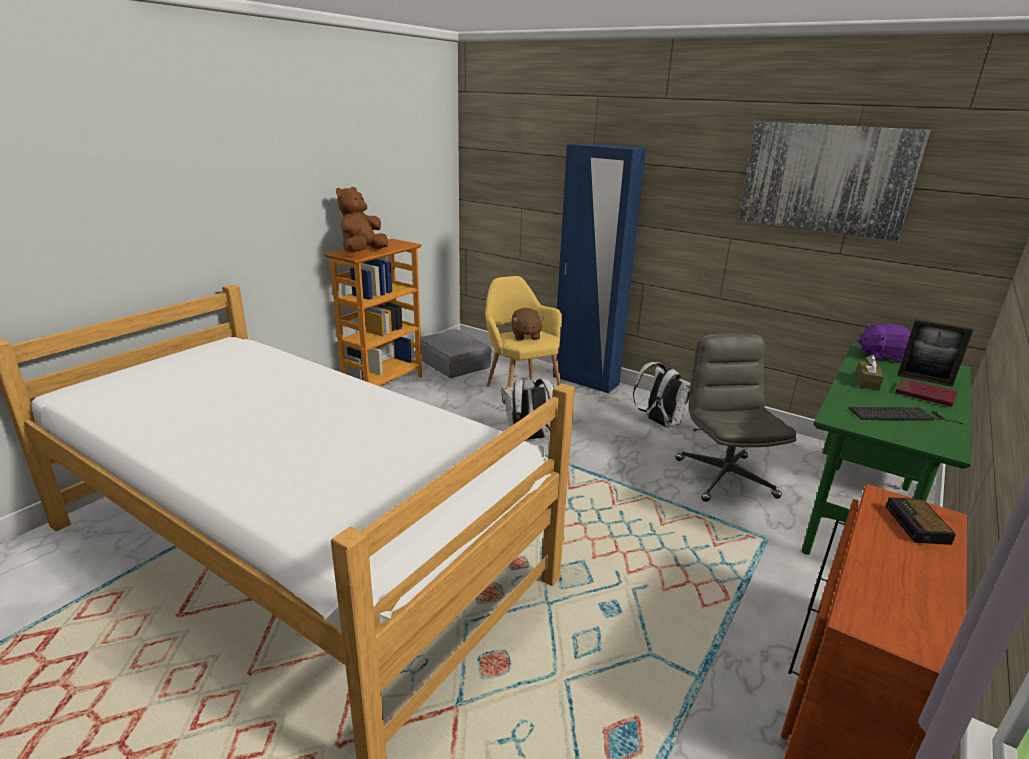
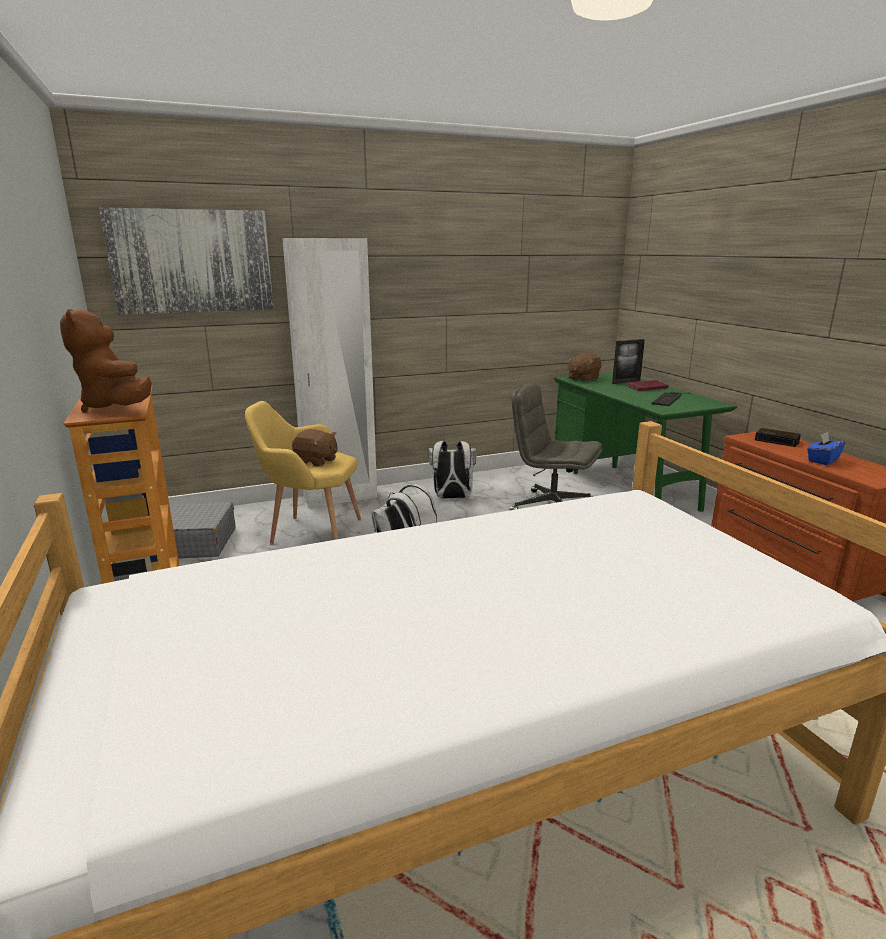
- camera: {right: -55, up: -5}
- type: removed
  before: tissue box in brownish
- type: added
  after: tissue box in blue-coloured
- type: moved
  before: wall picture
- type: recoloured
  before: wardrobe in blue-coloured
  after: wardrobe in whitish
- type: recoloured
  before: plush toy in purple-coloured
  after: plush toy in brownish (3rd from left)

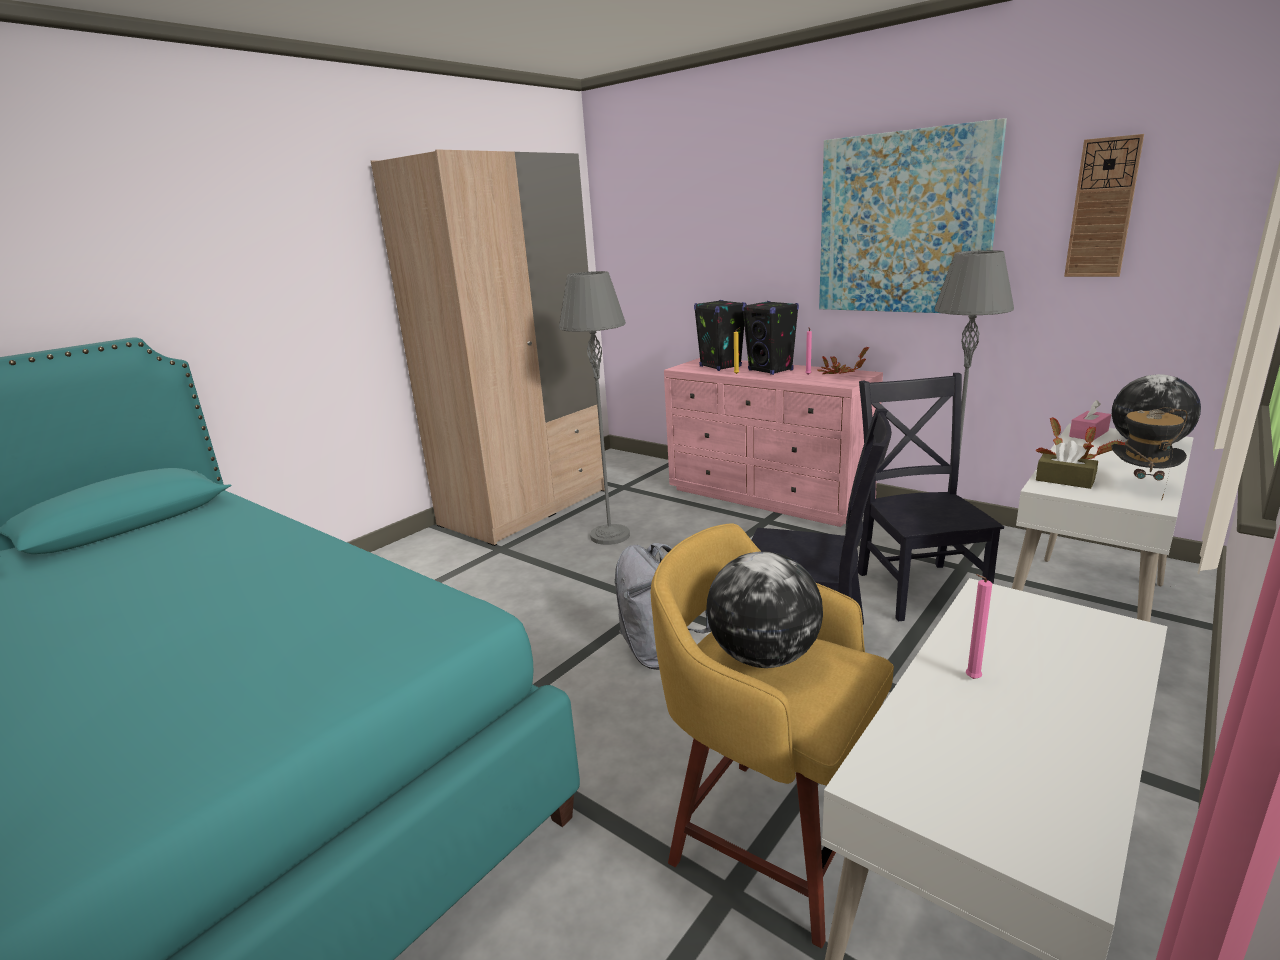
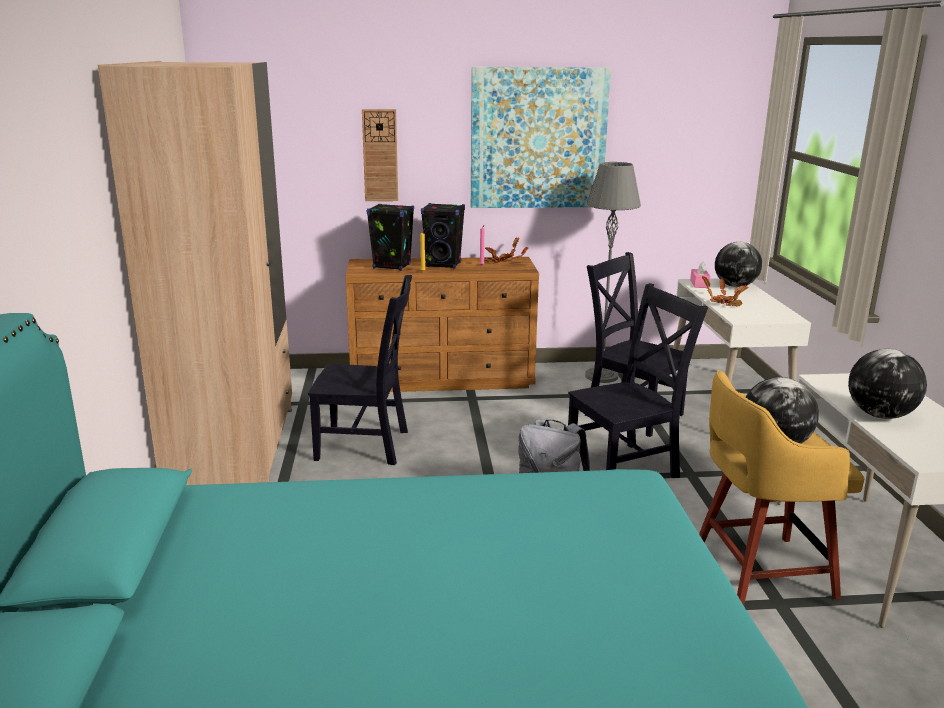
- camera: {right: -45, up: 0}
- type: removed
  before: tissue box in brownish
- type: removed
  before: wearable hat
- type: moved
  before: clock on the wall
- type: replaced
  before: floor lamp in grey (1st from left)
  after: chair in black-coloured (1st from left)
- type: replaced
  before: wax candle in pinkish (2nd from left)
  after: world globe (3rd from left)
- type: recoloured
  before: chest of drawers in pinkish
  after: chest of drawers in brownish

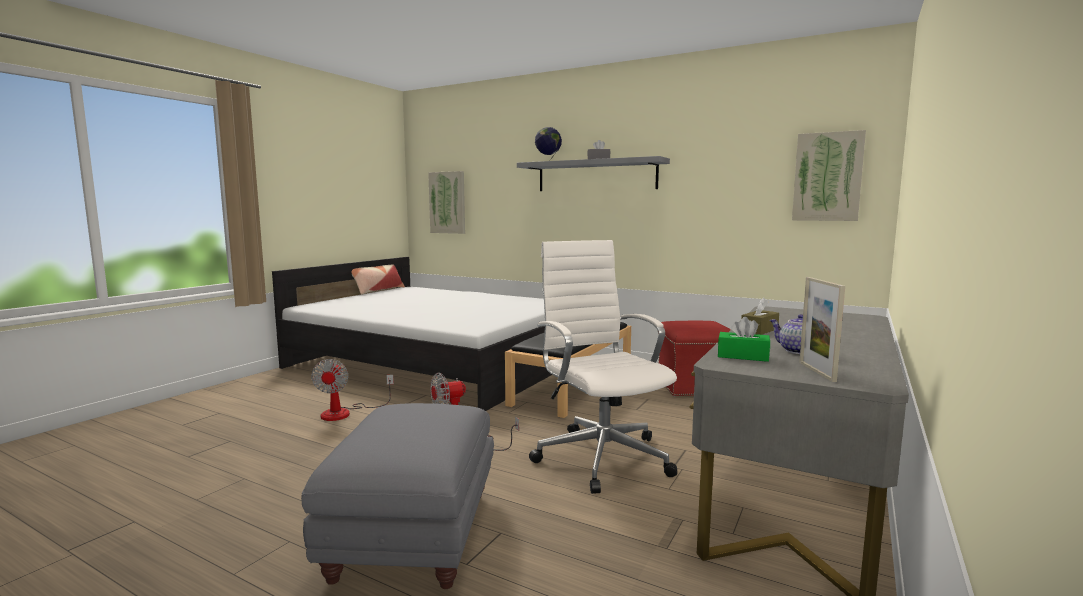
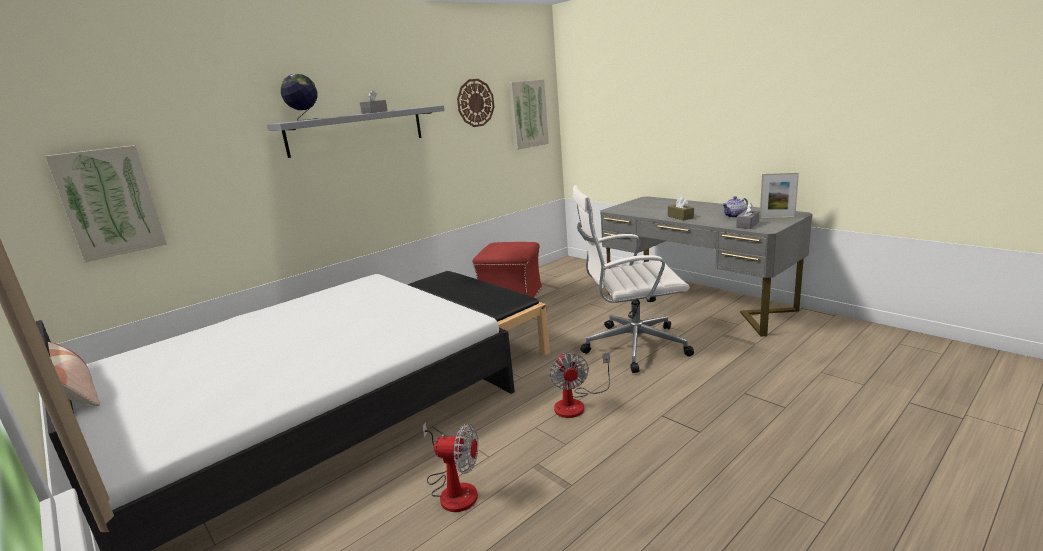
- camera: {right: -70, up: 10}
- type: removed
  before: ottoman in grey
- type: added
  after: clock on the wall
- type: recoloured
  before: tissue box in greenish
  after: tissue box in grey (2nd from left)

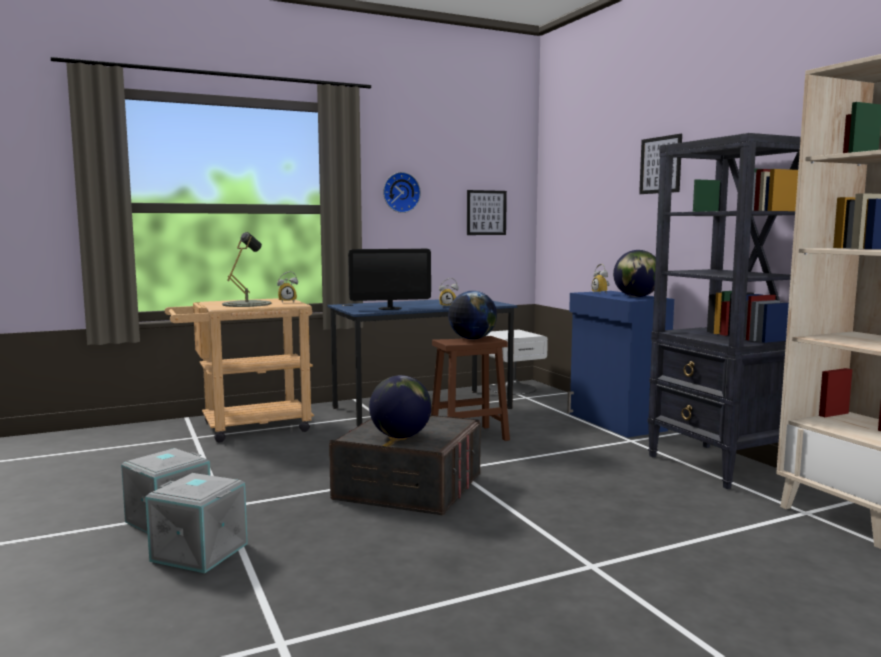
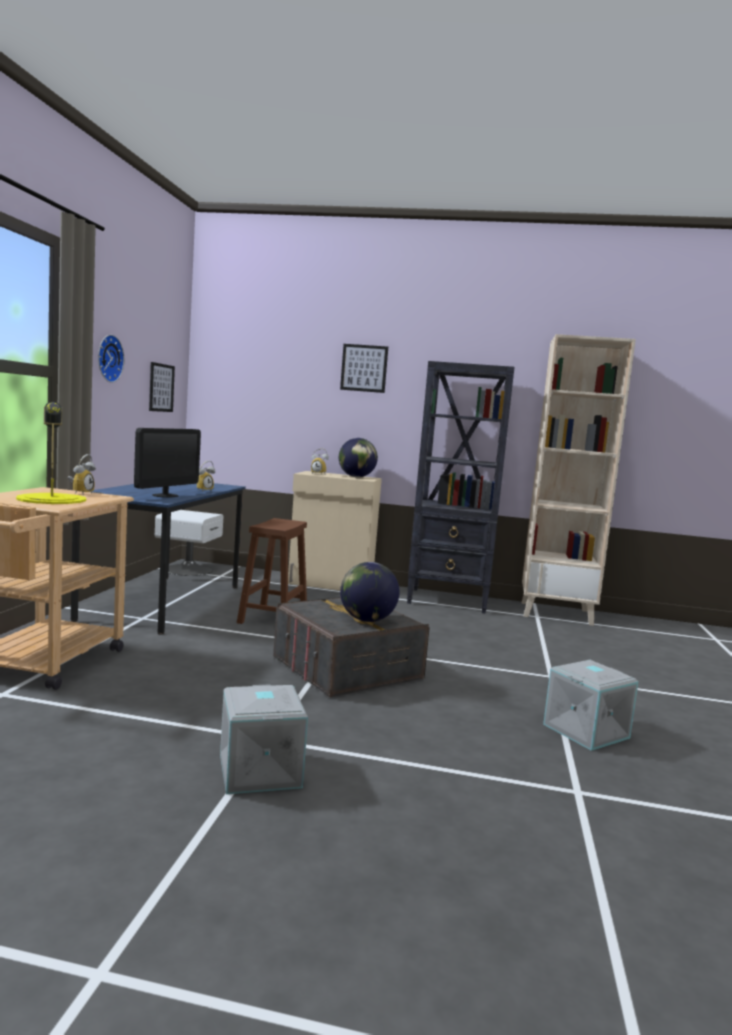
- camera: {right: -55, up: 0}
- type: removed
  before: world globe (2nd from left)
- type: moved
  before: storage container in grey (2nd from left in the first image)
  after: storage container in grey (3rd from left)
- type: recoloured
  before: table lamp in grey
  after: table lamp in yellow-coloured
- type: recoloured
  before: cupboard in blue-coloured
  after: cupboard in beige

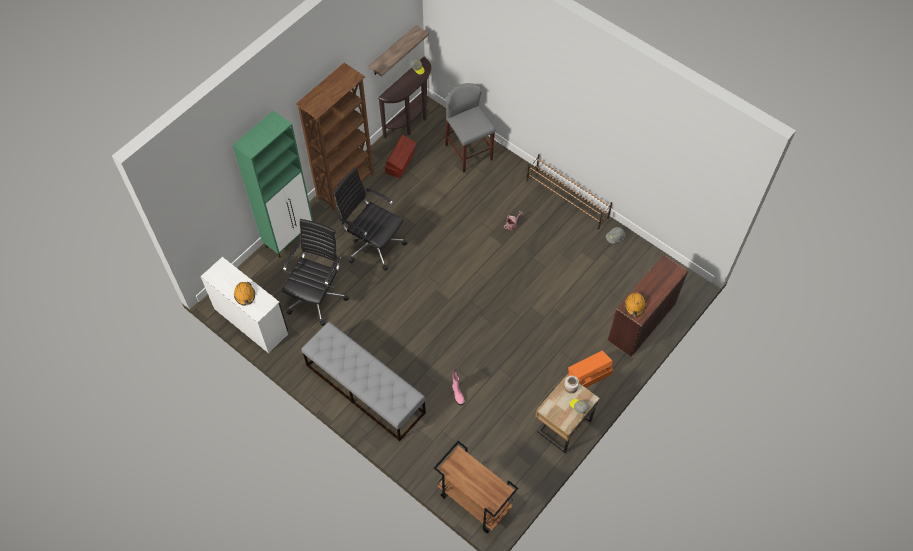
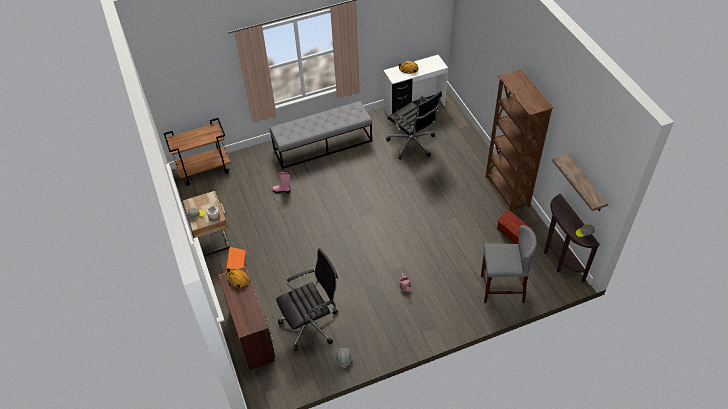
- camera: {right: 120, up: -10}
- type: removed
  before: cupboard in greenish
- type: removed
  before: shoe rack in brownish
- type: moved
  before: desk chair in black-coloured (2nd from left in the first image)
  after: desk chair in black-coloured (1st from left)

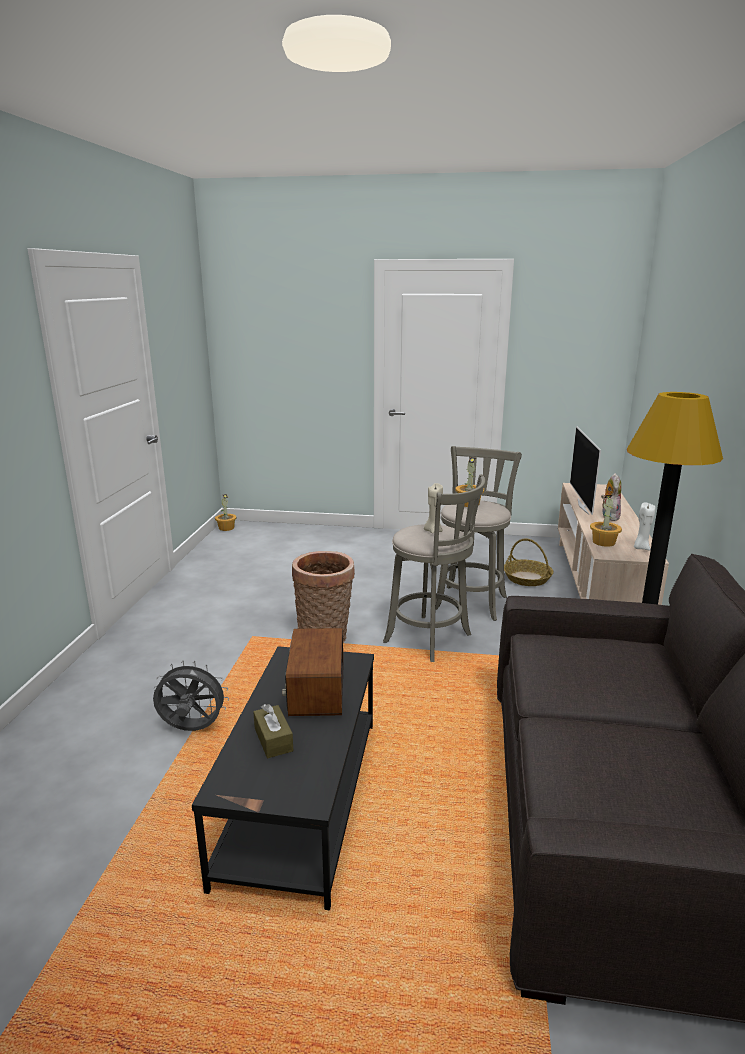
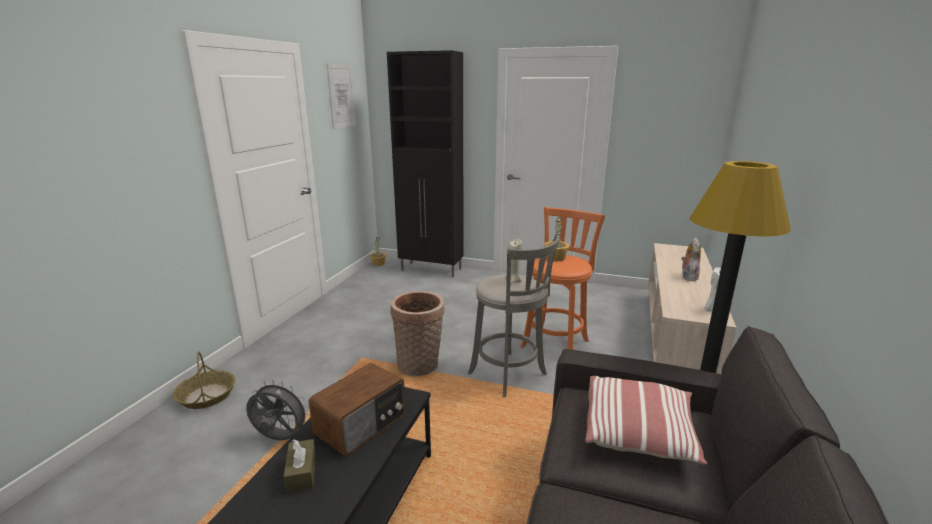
- camera: {right: 10, up: 0}
- type: removed
  before: TV
- type: removed
  before: houseplant (3rd from left)
- type: added
  after: wall picture
- type: added
  after: cupboard in black-coloured
- type: added
  after: throw pillow
- type: moved
  before: household basket (2nd from left in the first image)
  after: household basket (1st from left)
- type: recoloured
  before: sitting stool in grey (2nd from left)
  after: sitting stool in orange-coloured
- type: turned
  before: radio receiver
  turn: -150

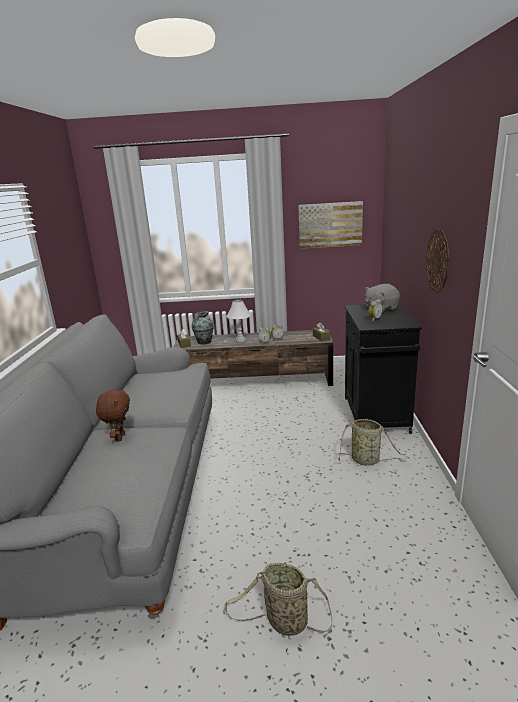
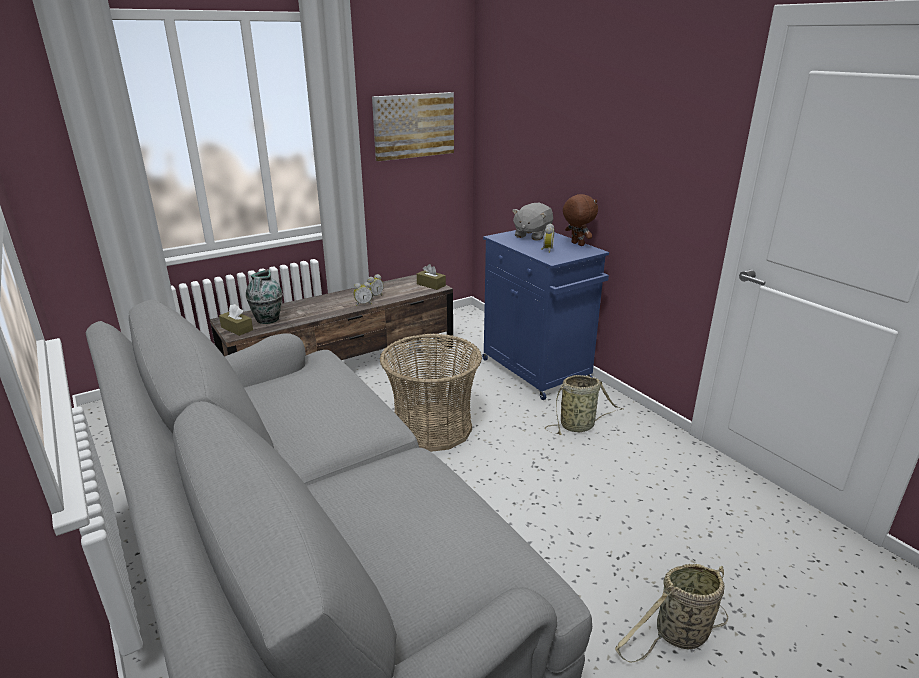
- camera: {right: -35, up: 5}
- type: removed
  before: table lamp in whitish
- type: removed
  before: clock on the wall
- type: added
  after: household basket (1st from left)
- type: moved
  before: plush toy in brownish
- type: recoloured
  before: cupboard in black-coloured
  after: cupboard in blue-coloured

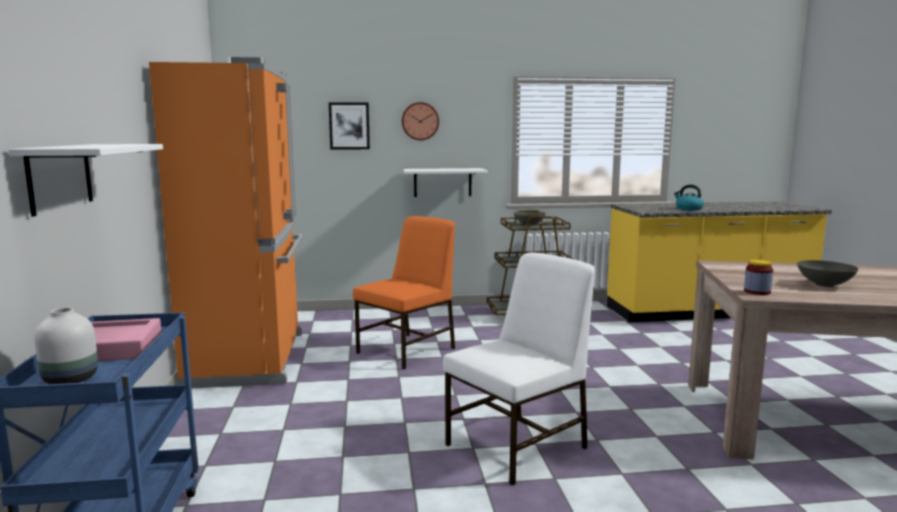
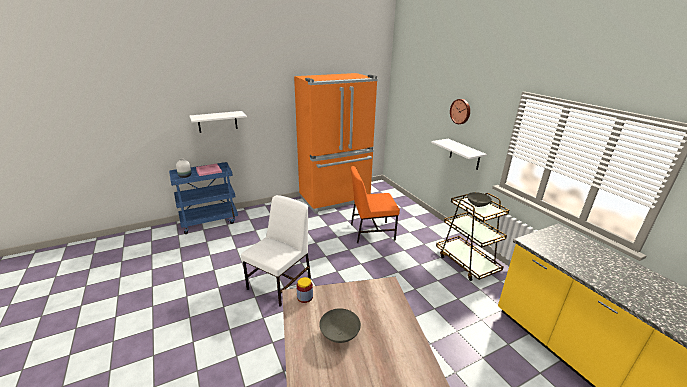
- camera: {right: 70, up: 15}
- type: removed
  before: wall picture
- type: removed
  before: kettle
- type: turned
  before: chair in orange-coloured
  turn: 150
- type: turned
  before: chair in whitish
  turn: -90

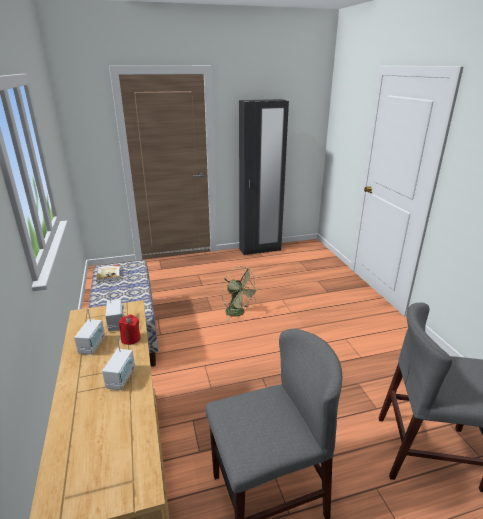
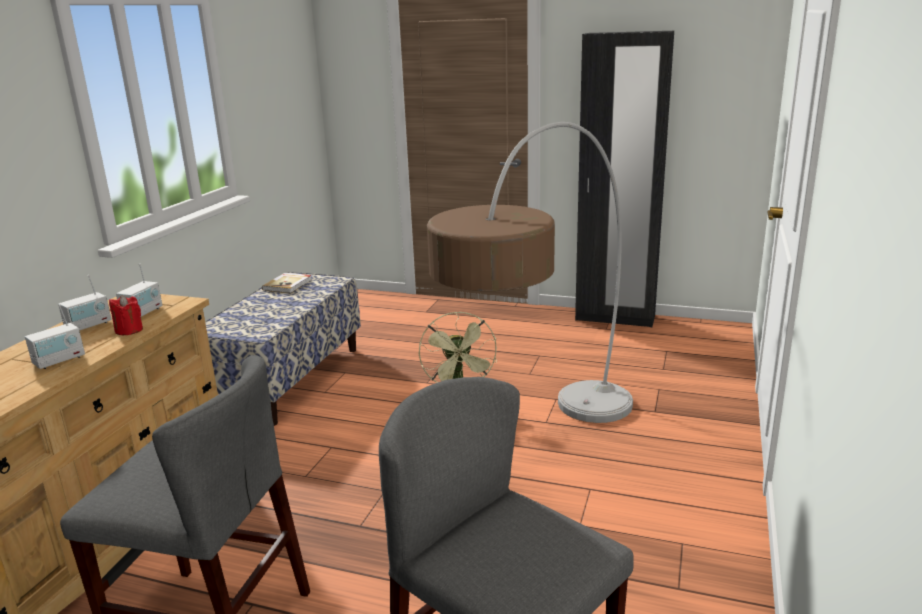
- camera: {right: 35, up: -5}
- type: added
  after: floor lamp

